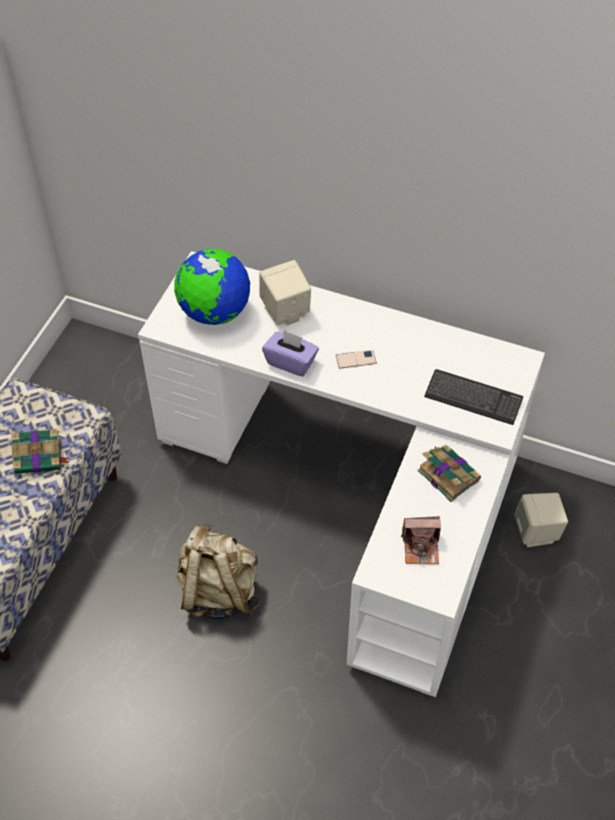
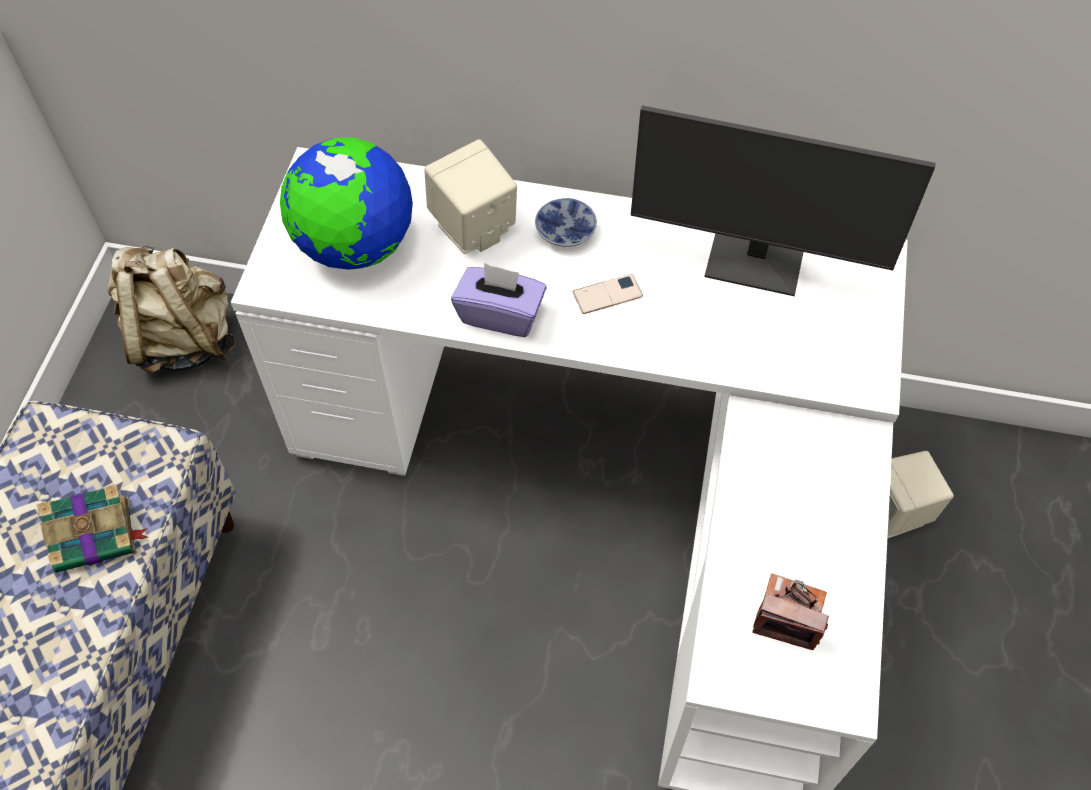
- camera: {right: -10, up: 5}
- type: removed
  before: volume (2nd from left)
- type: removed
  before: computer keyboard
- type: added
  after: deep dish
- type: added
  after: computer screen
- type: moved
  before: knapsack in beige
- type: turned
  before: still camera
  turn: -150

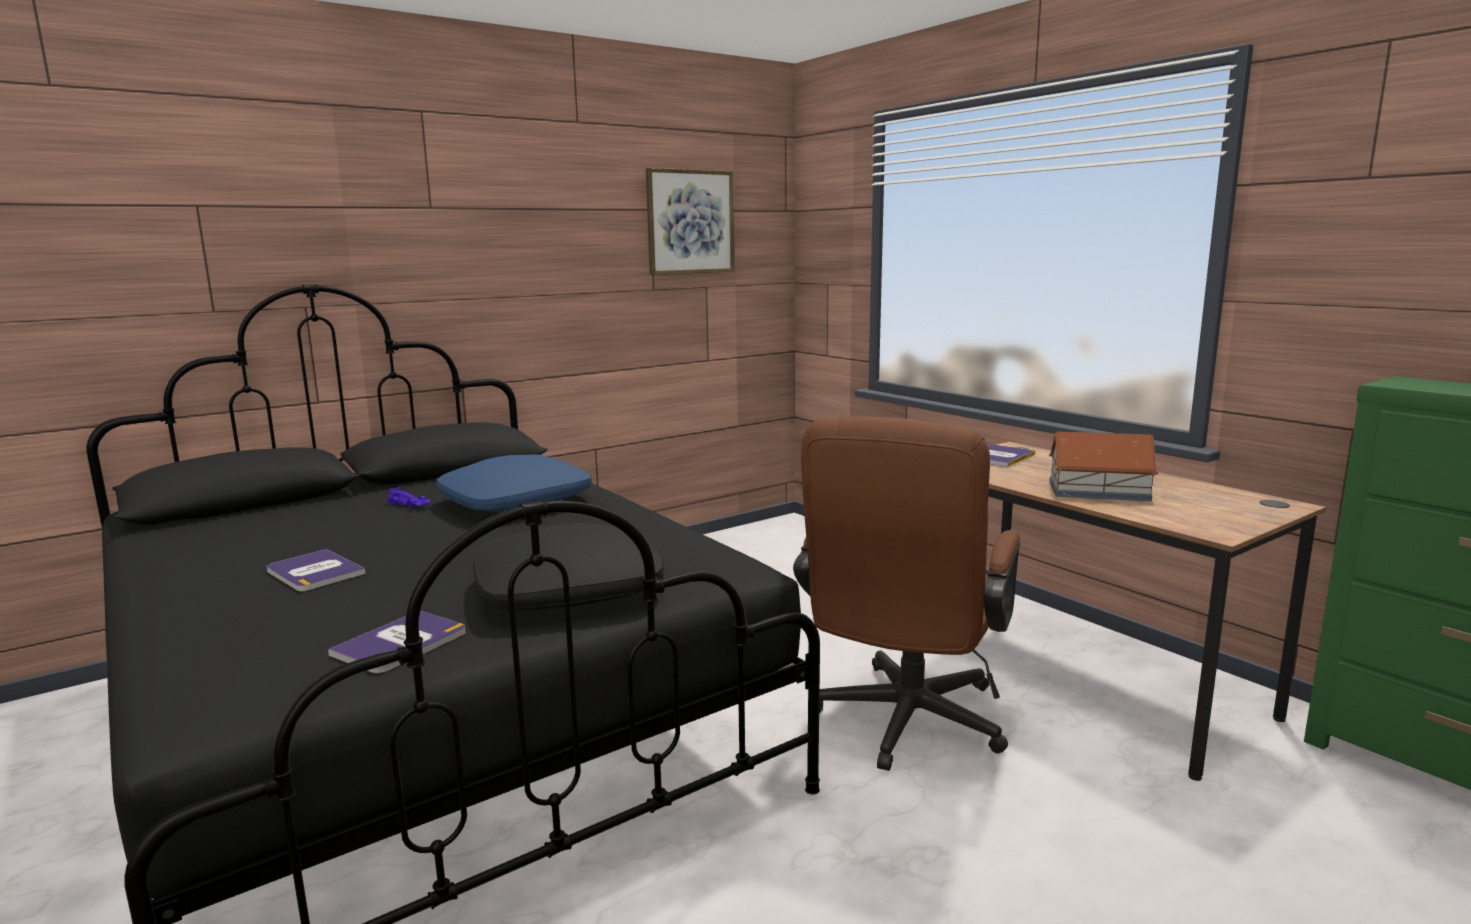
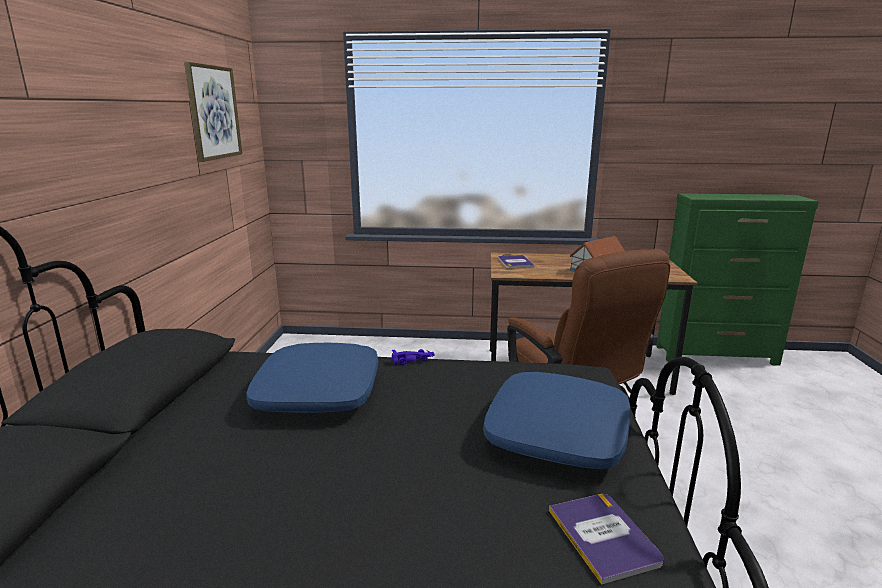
- camera: {right: -50, up: 5}
- type: removed
  before: volume (1st from left)
- type: moved
  before: miniature car in purple-coloured
- type: recoloured
  before: throw pillow in black-coloured
  after: throw pillow in blue-coloured (2nd from left)

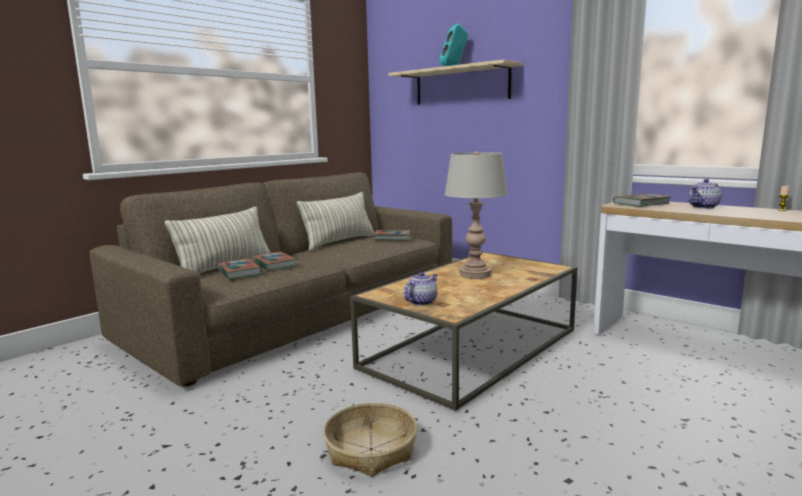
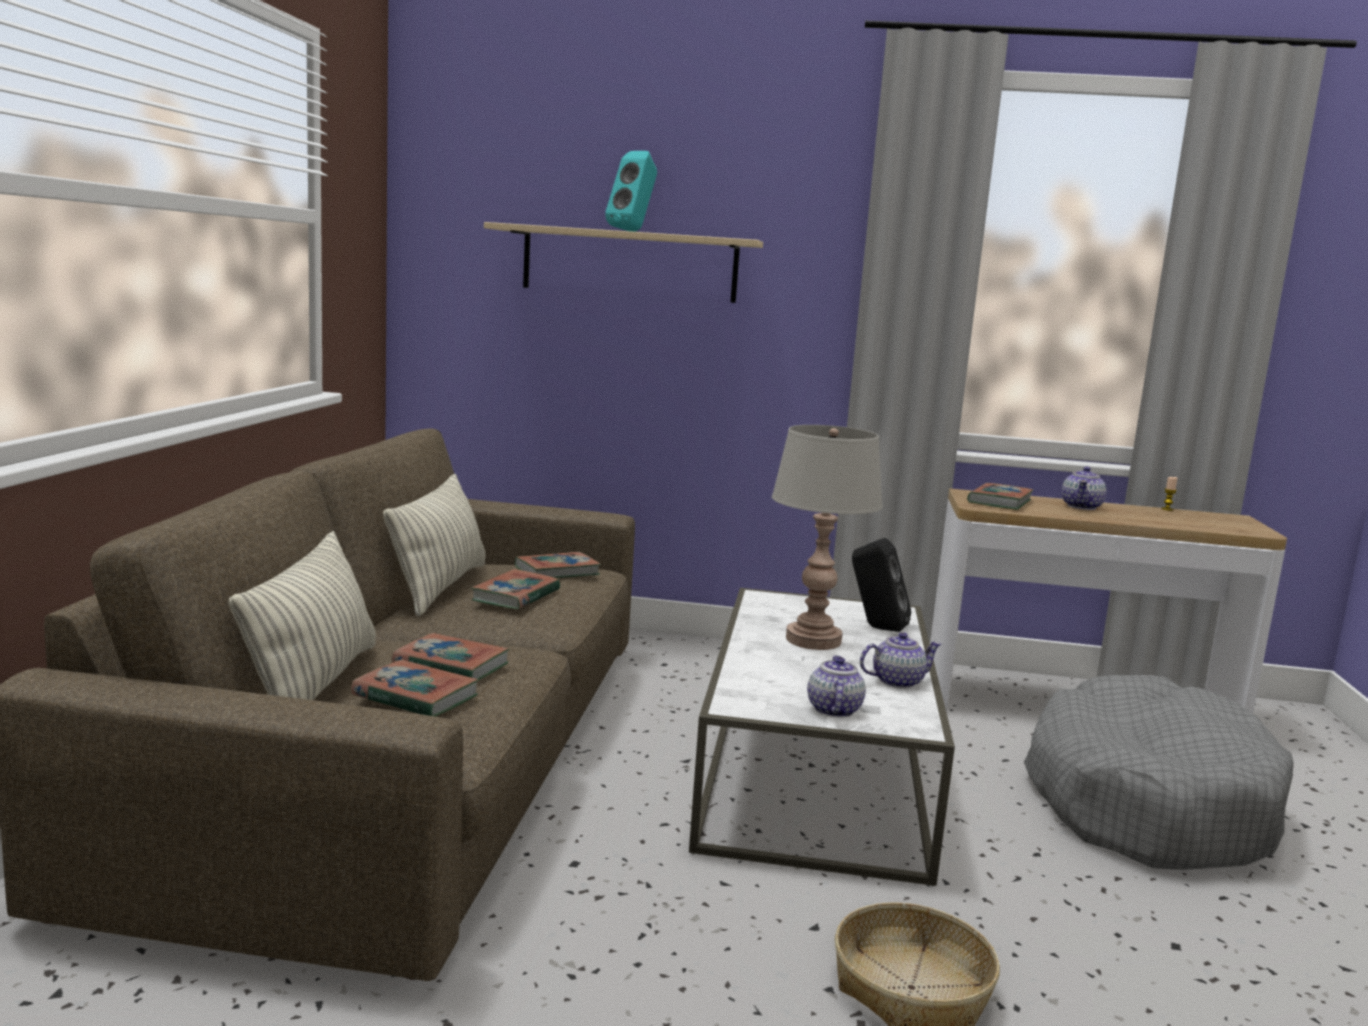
- camera: {right: -35, up: 0}
- type: added
  after: volume (3rd from left)
- type: added
  after: audio speaker in black-coloured
- type: added
  after: teapot (2nd from left)
- type: added
  after: dog cushion in grey
- type: recoloured
  before: coffee table in brownish
  after: coffee table in whitish

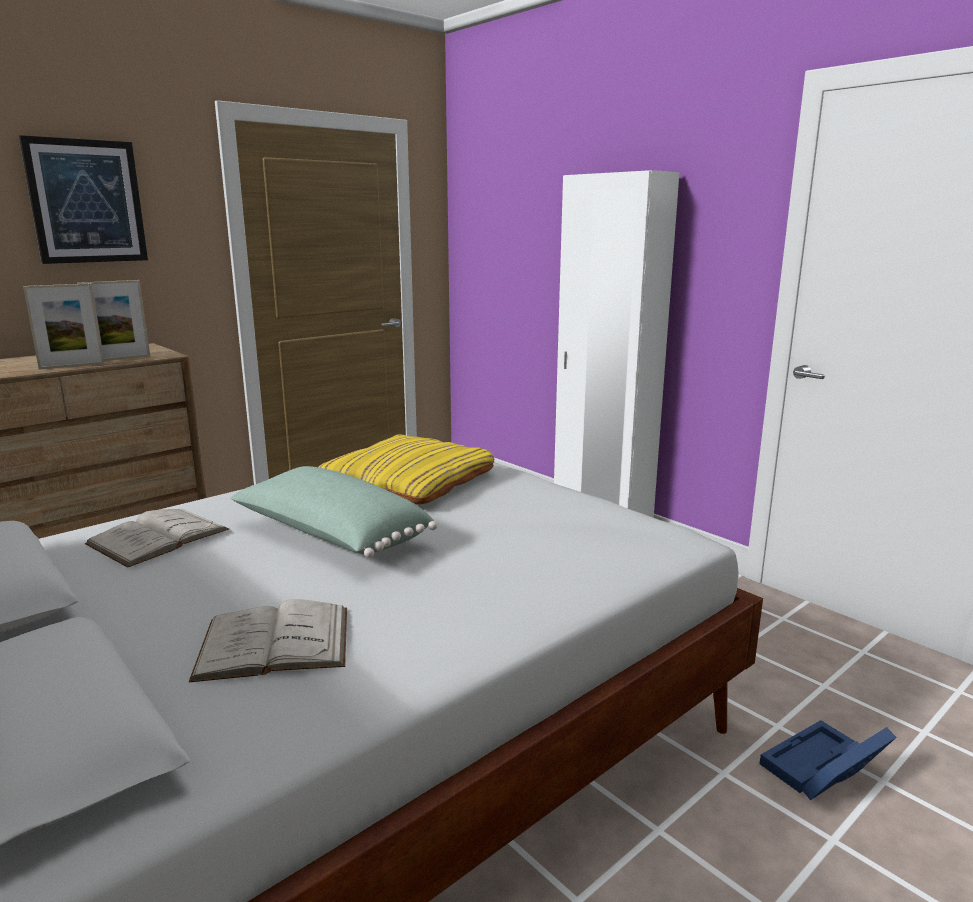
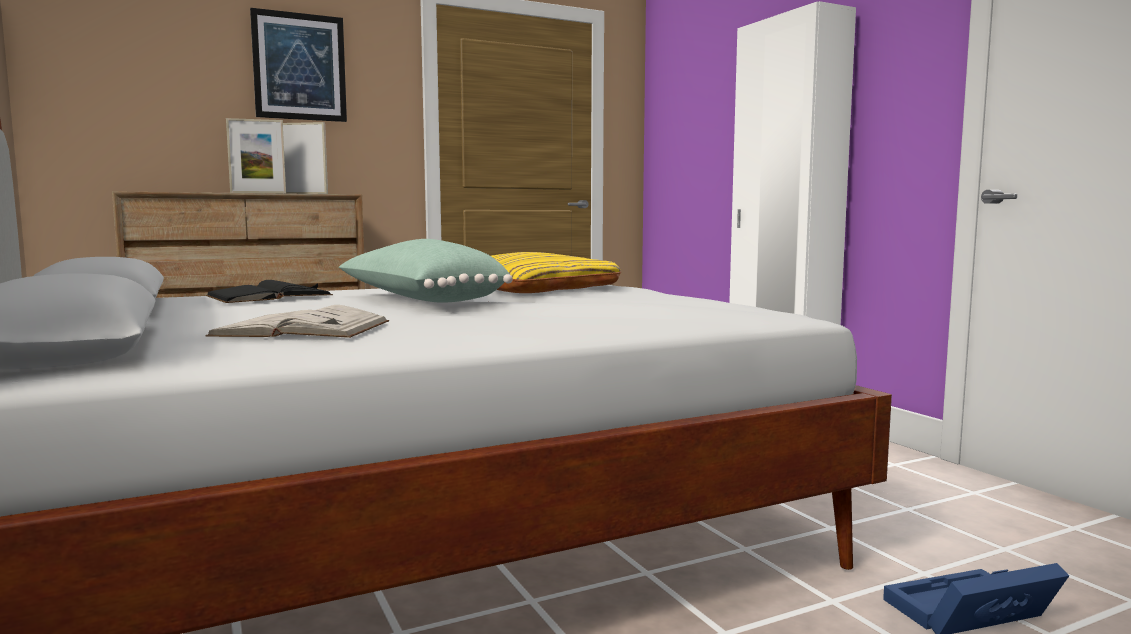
- camera: {right: 15, up: -10}
- type: recoloured
  before: volume in whitish (1st from left)
  after: volume in black-coloured
- type: turned
  before: standing frame (2nd from left)
  turn: -150

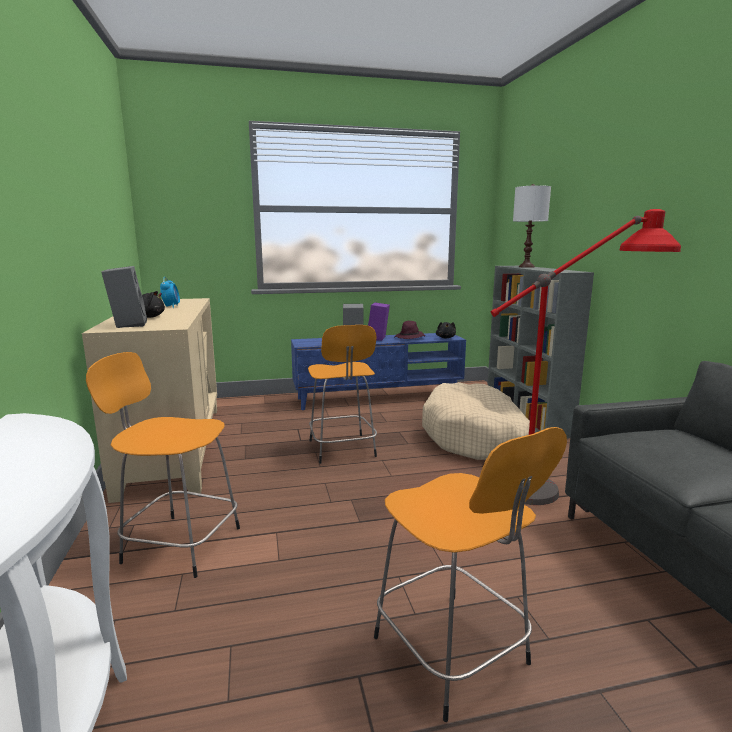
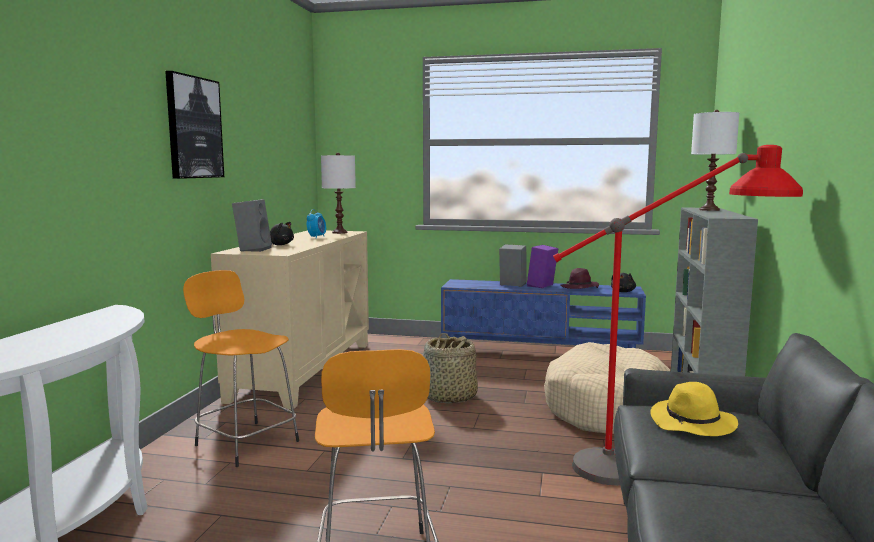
- camera: {right: 25, up: -5}
- type: added
  after: wall picture
- type: added
  after: table lamp in whitish (1st from left)
- type: added
  after: wearable hat in yellow-coloured
- type: replaced
  before: sitting stool in orange-coloured (2nd from left)
  after: household basket

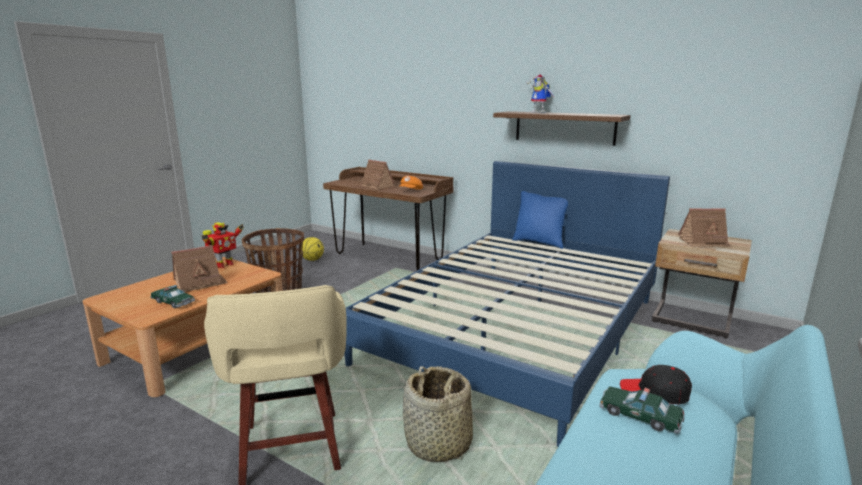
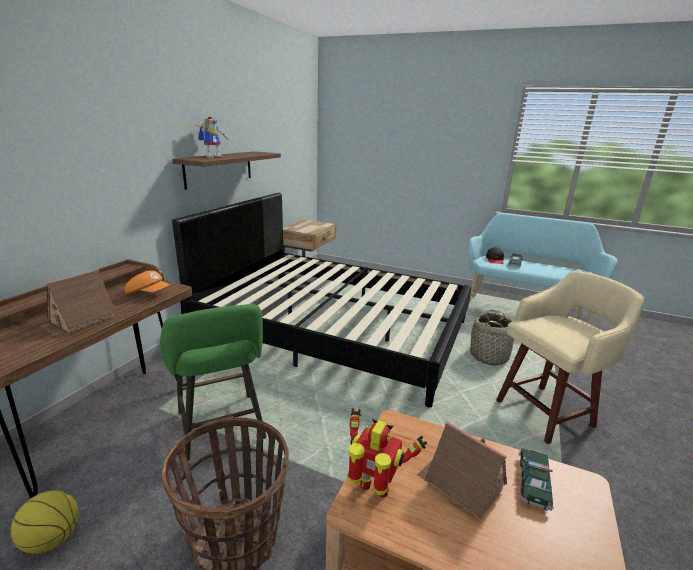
- camera: {right: -100, up: 5}
- type: removed
  before: throw pillow in blue-coloured
- type: removed
  before: model house (3rd from left)
- type: added
  after: sitting stool in greenish
- type: recoloured
  before: bed in blue-coloured
  after: bed in black-coloured

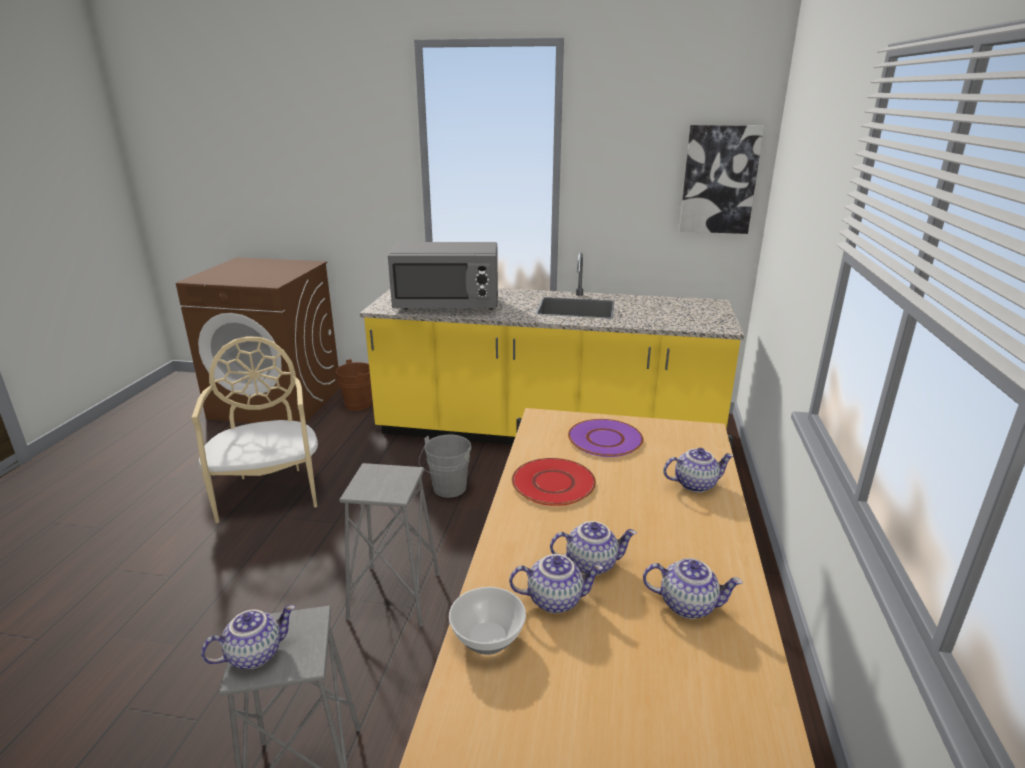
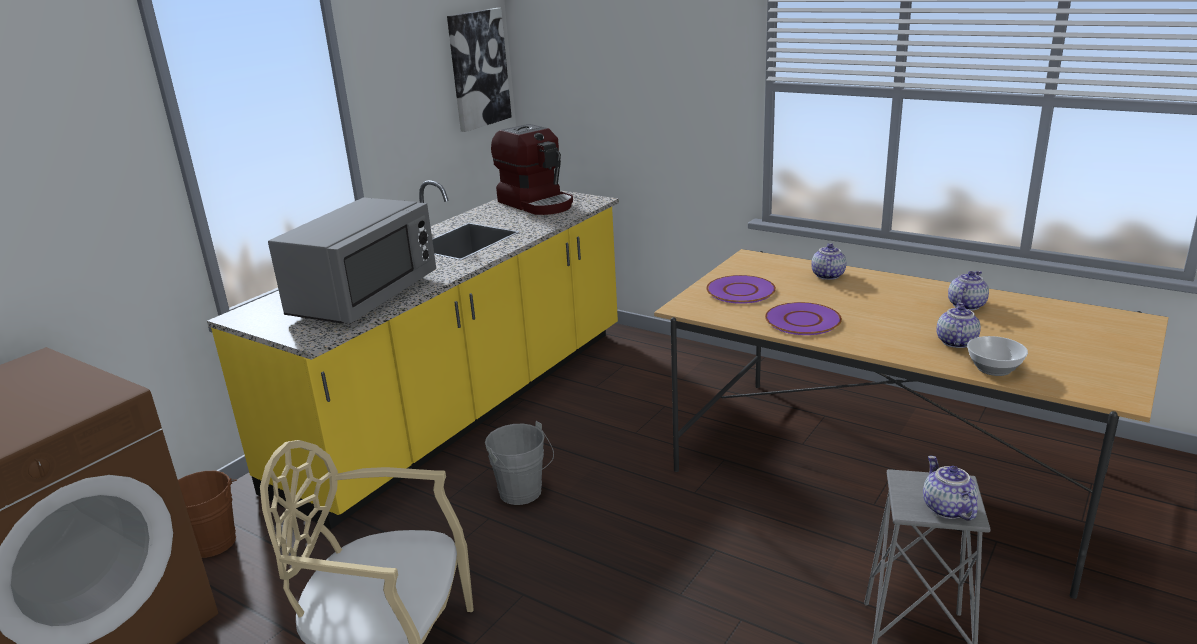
- camera: {right: -65, up: 0}
- type: removed
  before: sitting stool in grey (2nd from left)
- type: removed
  before: teapot (3rd from left)
- type: added
  after: coffee machine
- type: recoloured
  before: flat dish in red-coloured
  after: flat dish in purple-coloured (2nd from left)

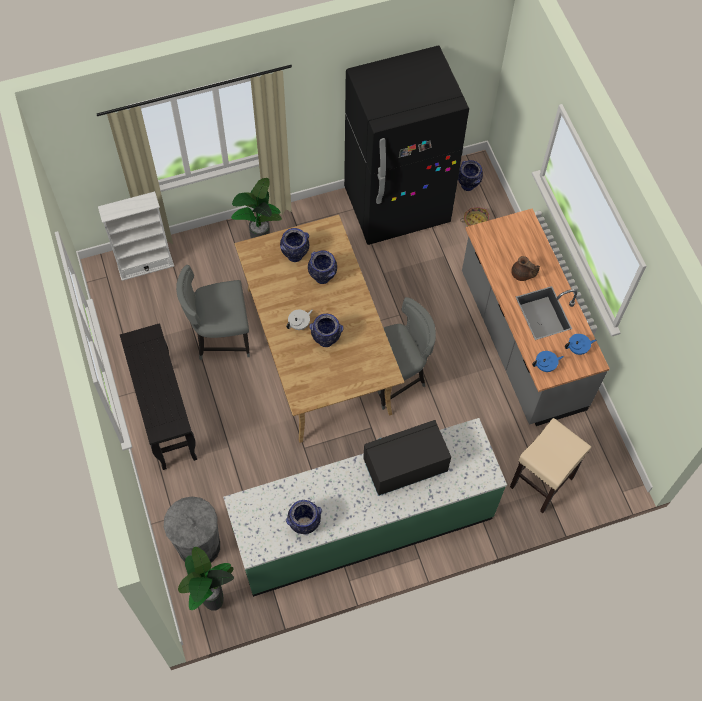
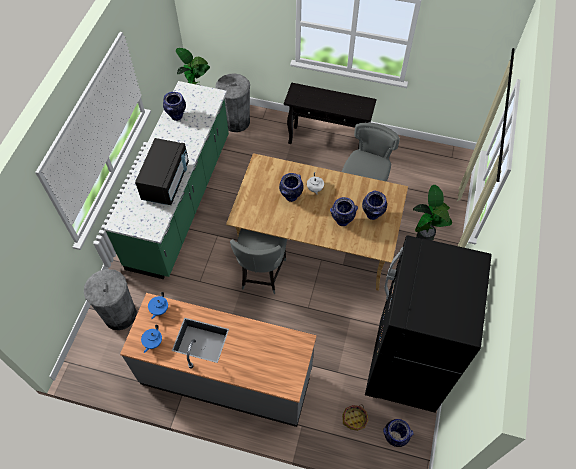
- camera: {right: 125, up: -5}
- type: removed
  before: shelving unit in whitish
- type: removed
  before: teapot in brownish
- type: replaced
  before: sitting stool in beige
  after: trash can in grey (1st from left)

